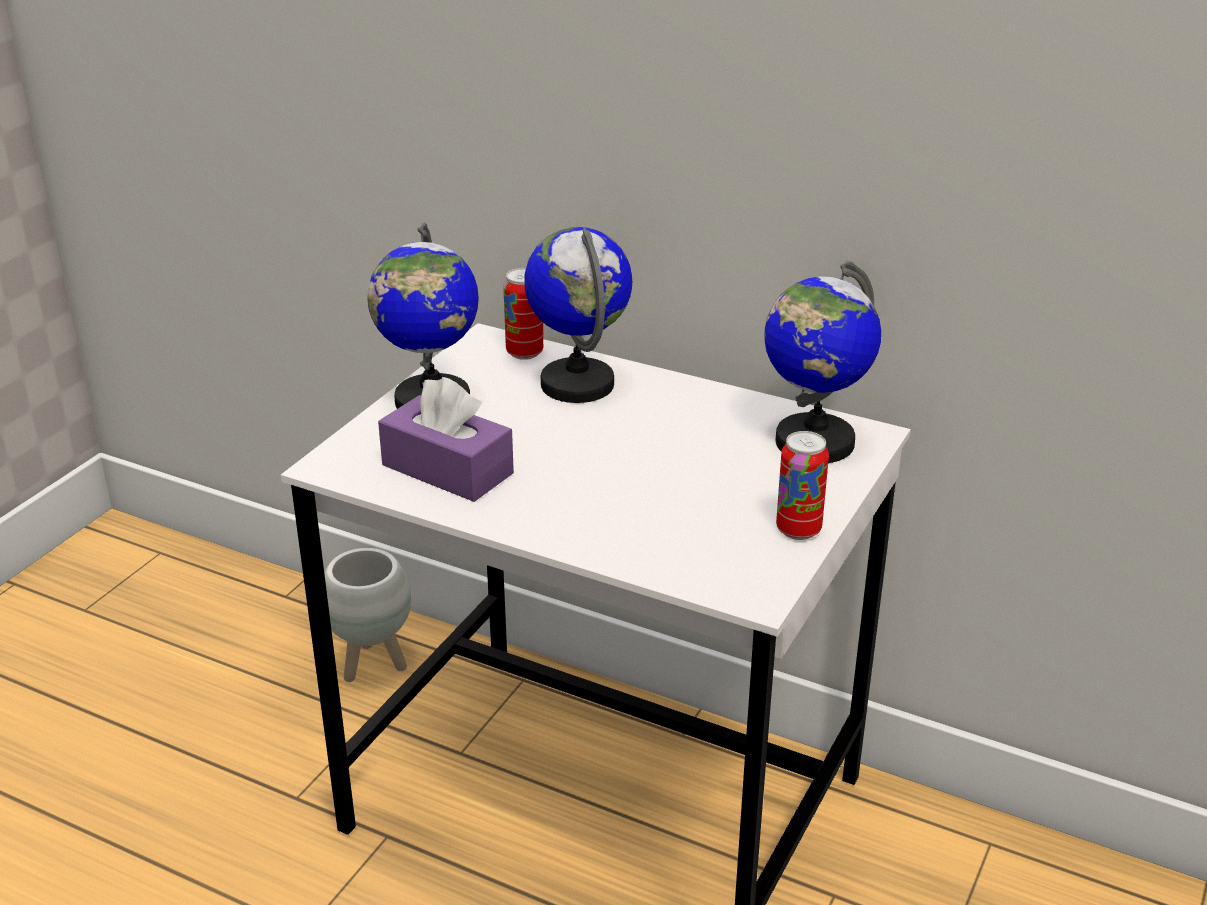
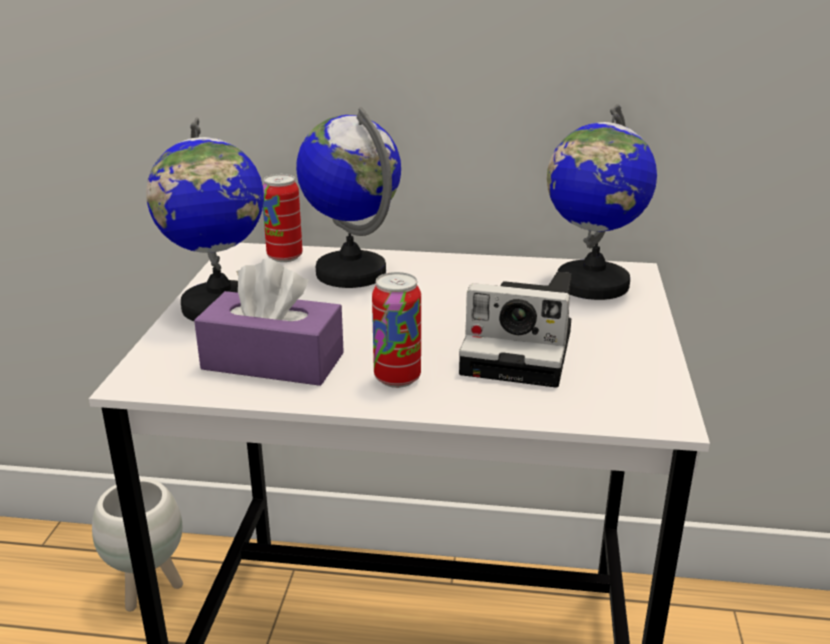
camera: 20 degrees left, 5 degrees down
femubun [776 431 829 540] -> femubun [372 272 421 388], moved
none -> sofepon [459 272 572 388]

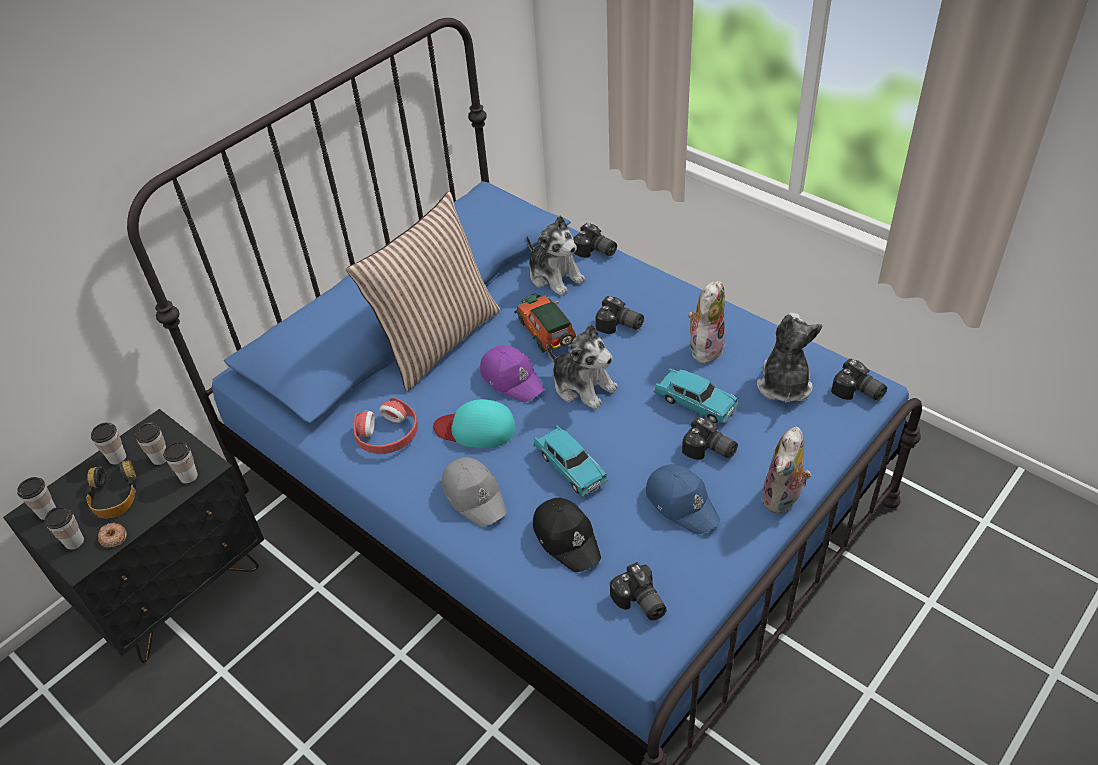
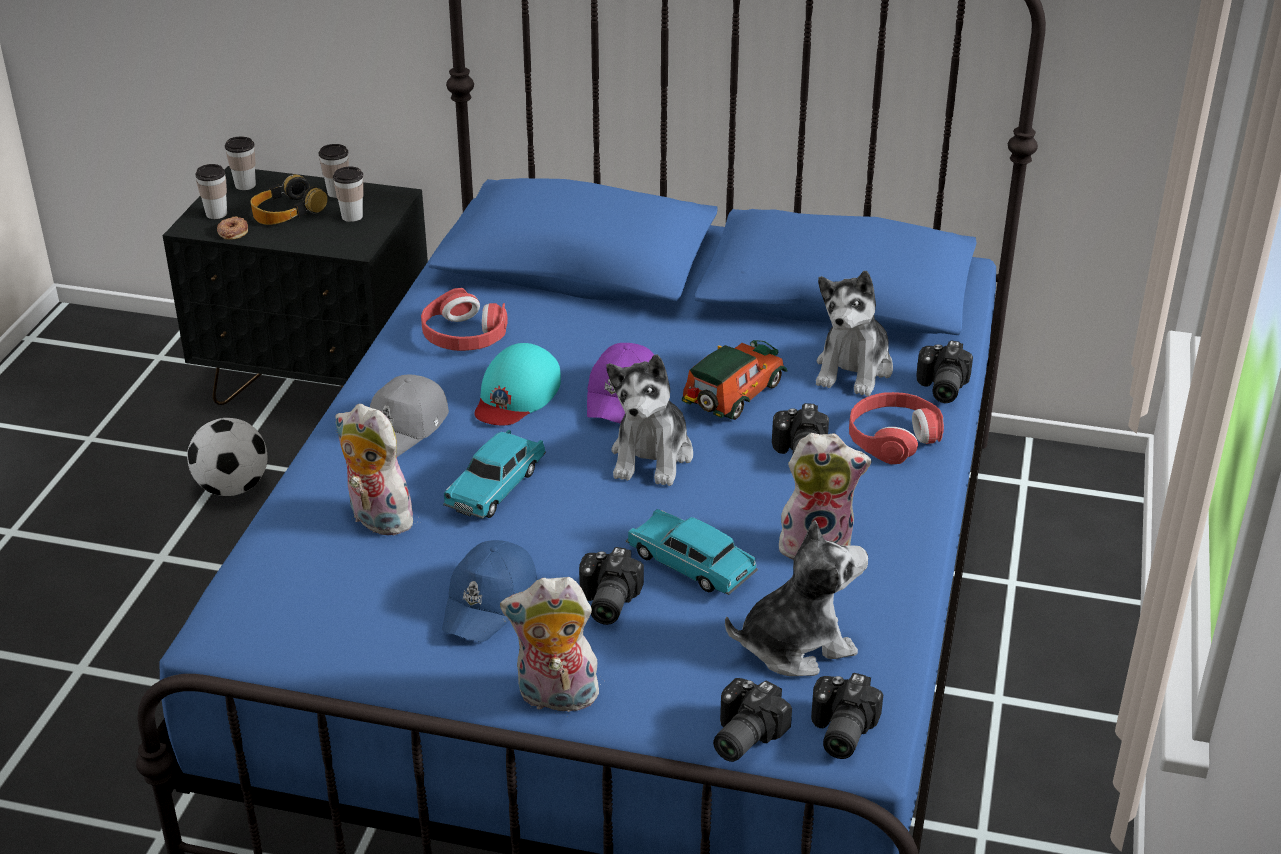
camera: 60 degrees right, 10 degrees down
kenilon [163 441 198 484] -> none
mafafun [346 191 501 391] -> none
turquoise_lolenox [433 399 515 448] -> turquoise_lolenox [474 343 561 425], 135 degrees counterclockwise
black_lolenox [533 498 601 572] -> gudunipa [335 404 413 536]
sofepon [610 562 667 621] -> sofepon [713 678 792 762], moved
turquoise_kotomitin [654 368 739 423] -> turquoise_kotomitin [626 509 758 595], 120 degrees clockwise
none -> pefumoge [187 418 268 496]
none -> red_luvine [849 392 944 464]

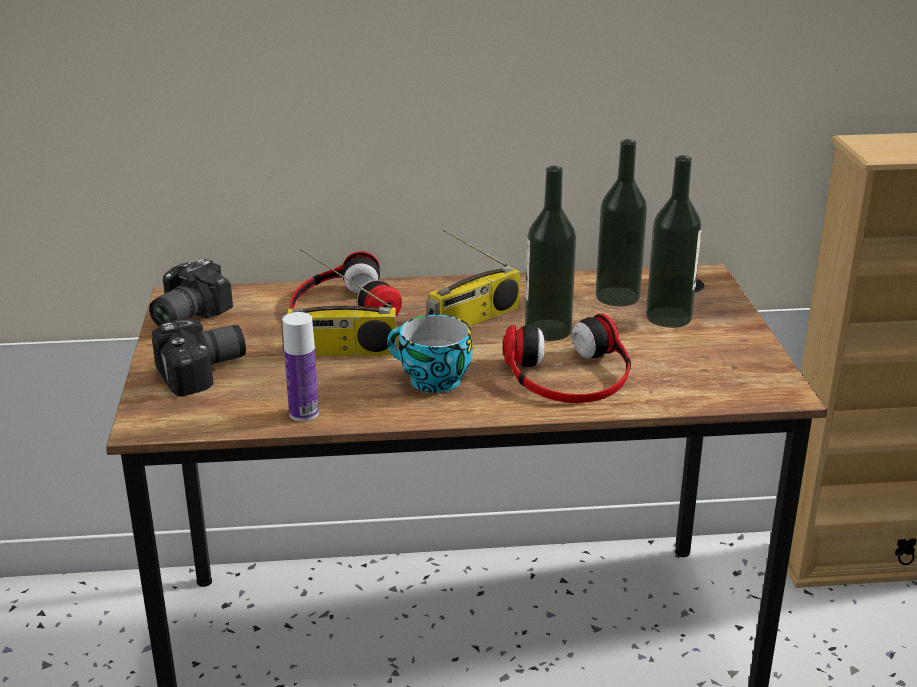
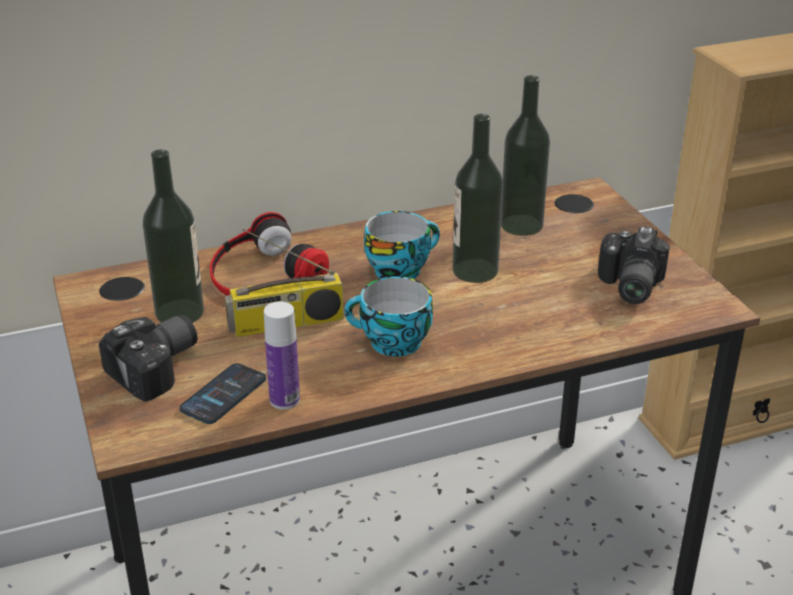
camera: 15 degrees left, 5 degrees up
sofepon [149 259 233 326] -> sofepon [598 226 670 304], moved
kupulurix [427 230 520 326] -> kenilon [364 211 440 279]
luvine [503 313 631 403] -> none
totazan [646 155 702 328] -> totazan [143 149 204 323], moved
none -> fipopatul [179 363 266 424]

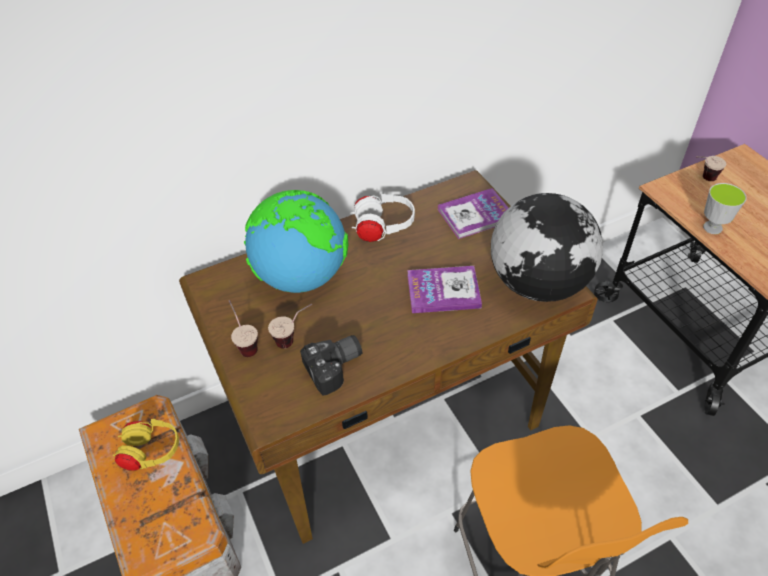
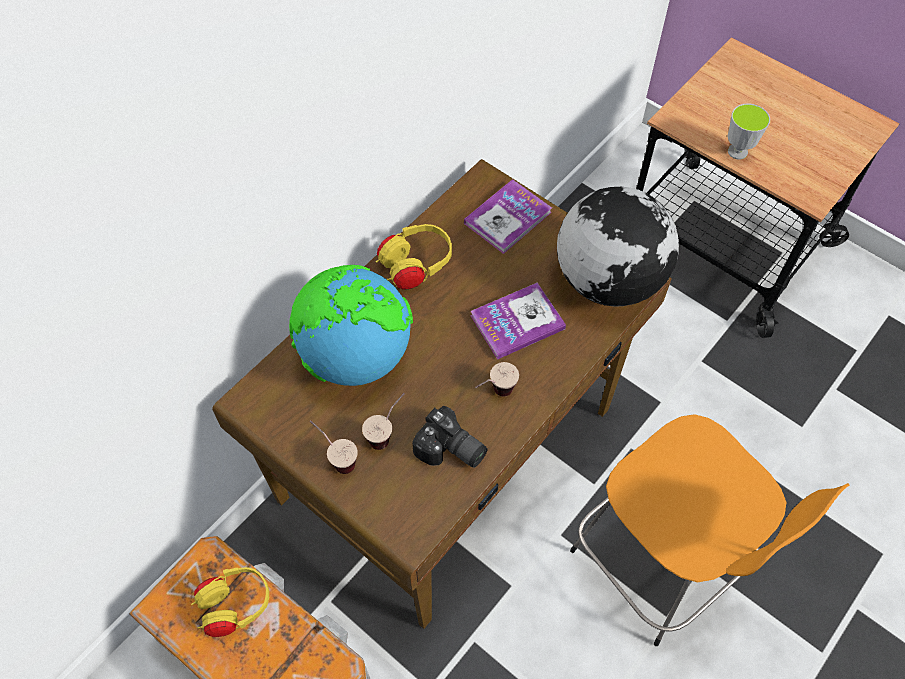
camera: 25 degrees left, 10 degrees up
sofepon [300 335 362 396] -> sofepon [412 406 488 468], 90 degrees clockwise
white_luvine [350 194 415 242] -> yellow_luvine [376 224 452 290]
kenilon [696 156 726 181] -> kenilon [475 362 519 397], moved

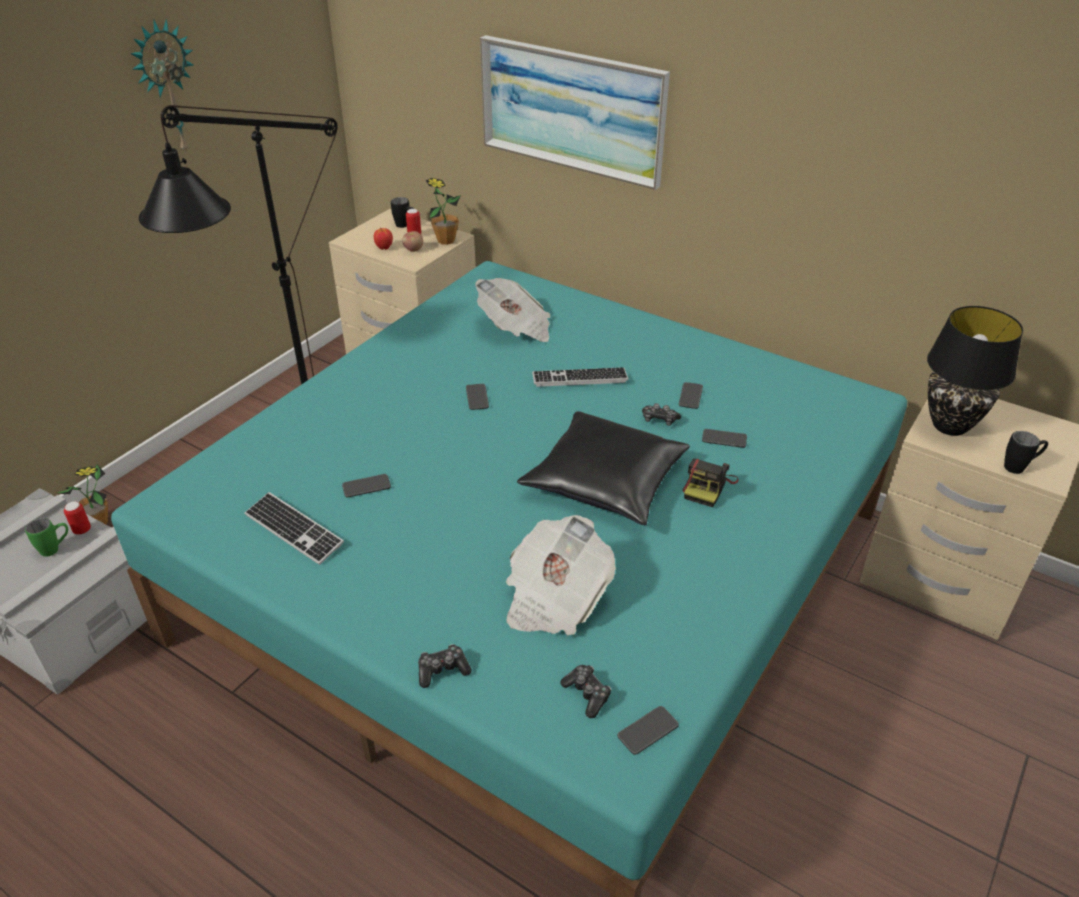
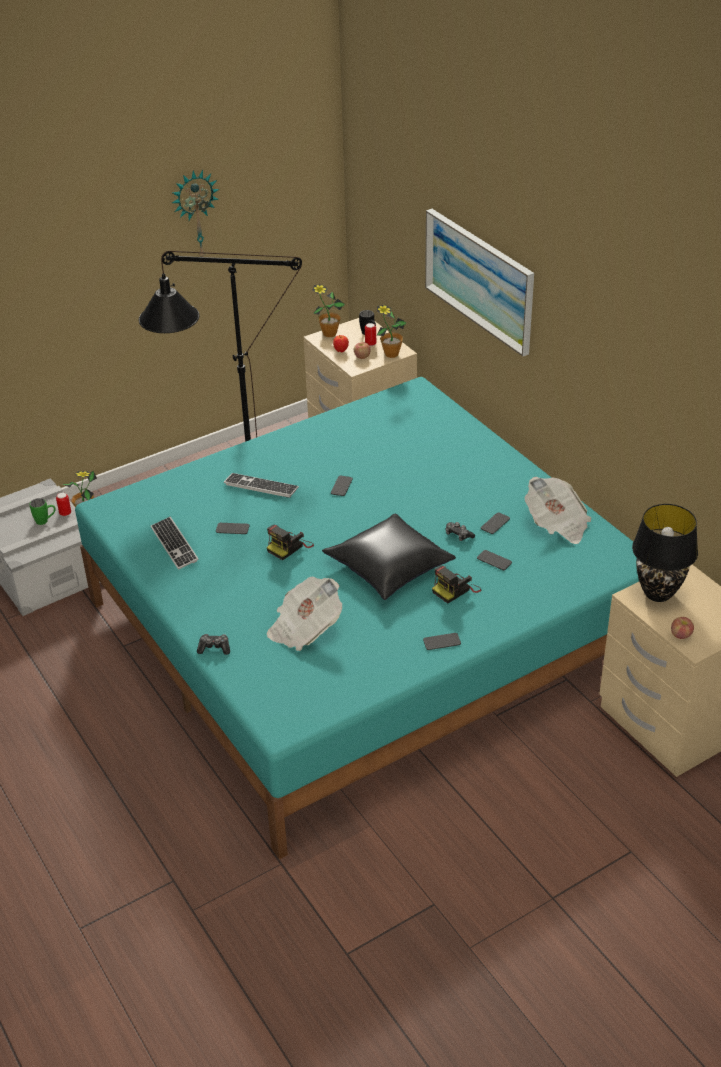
camera: 25 degrees right, 0 degrees up
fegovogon [475 278 550 342] -> fegovogon [524 477 592 544], moved
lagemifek [532 367 629 387] -> lagemifek [224 473 299 498], moved
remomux [560 665 611 718] -> none
fipopatul [617 706 679 755] -> fipopatul [423 633 461 650], moved
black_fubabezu [1004 431 1048 474] -> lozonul [671 617 694 639]
none -> sofepon [267 525 314 560]
none -> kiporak [312 284 345 337]

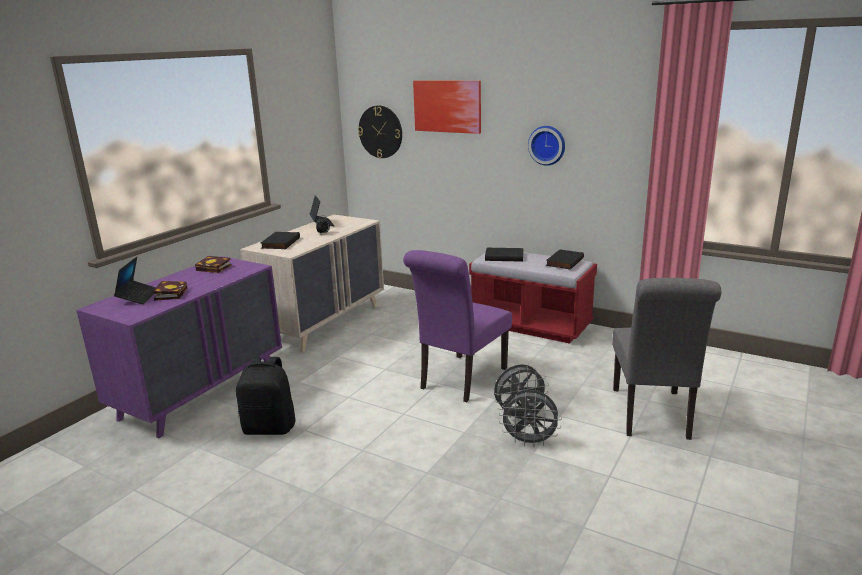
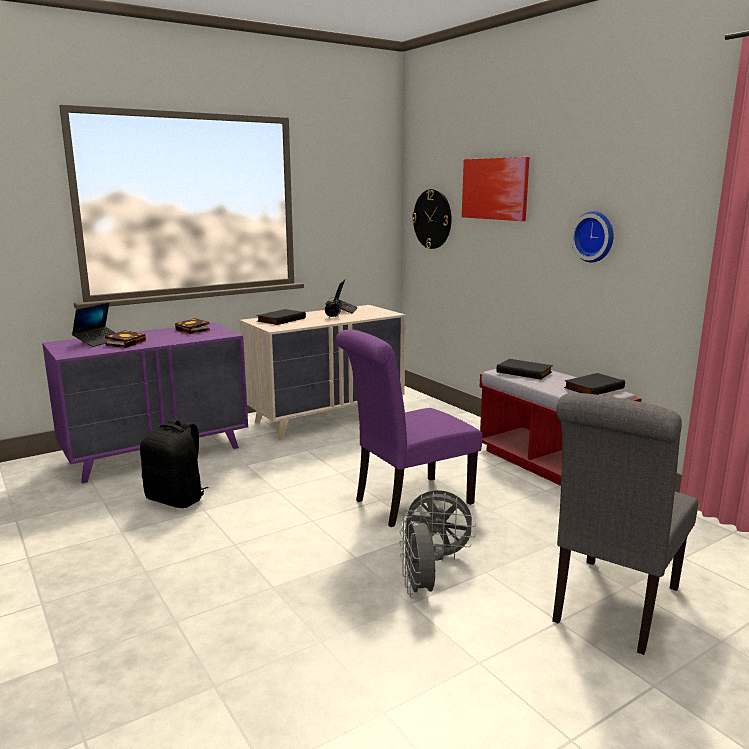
camera: 25 degrees right, 5 degrees down
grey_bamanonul [499 390 562 447] -> grey_bamanonul [399 514 444 599], 45 degrees clockwise

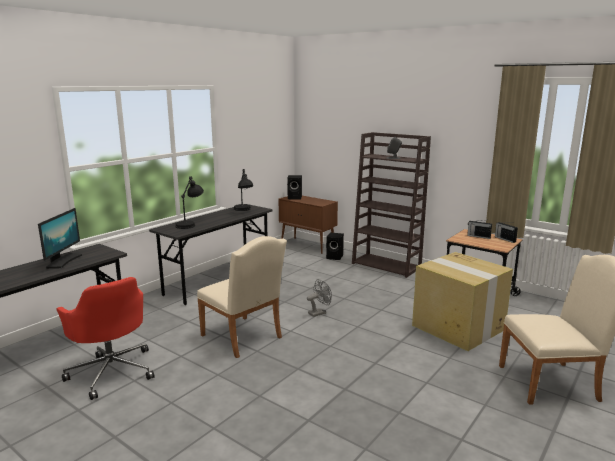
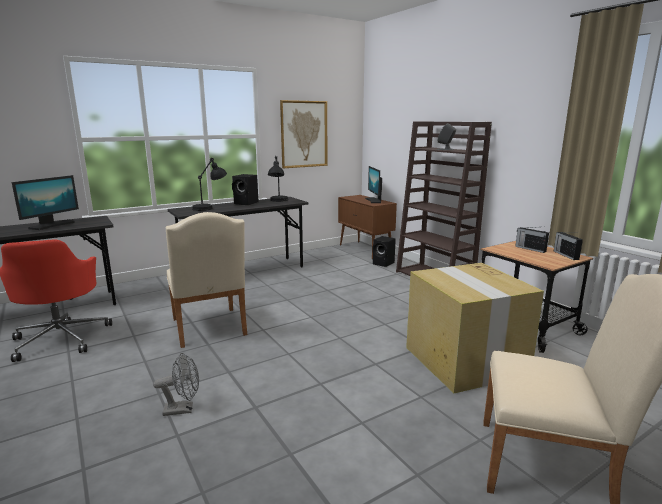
camera: 20 degrees right, 0 degrees up
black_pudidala [287 175 302 200] -> black_pudidala [232 174 258 205], moved
grey_bamanonul [307 279 332 317] -> grey_bamanonul [153 353 199 416], moved
none -> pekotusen [280 100 327 168]
none -> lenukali [365 166 382 203]

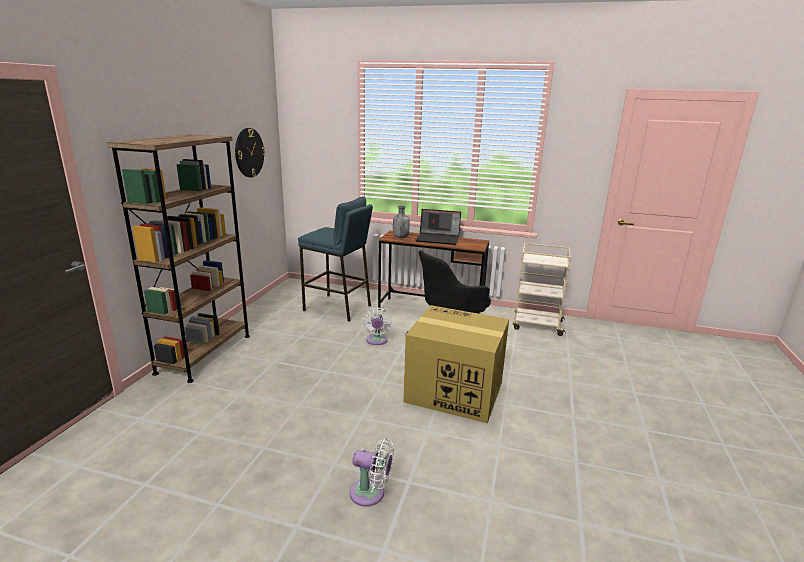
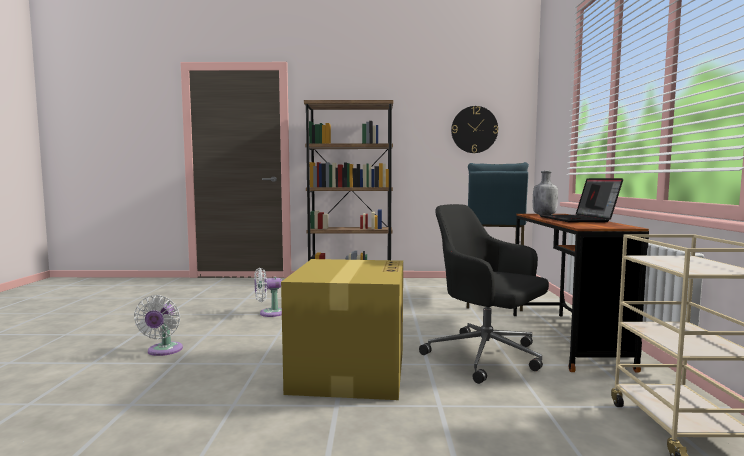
camera: 75 degrees right, 15 degrees down
white_bamanonul [362 308 392 345] -> white_bamanonul [254 268 282 317], moved

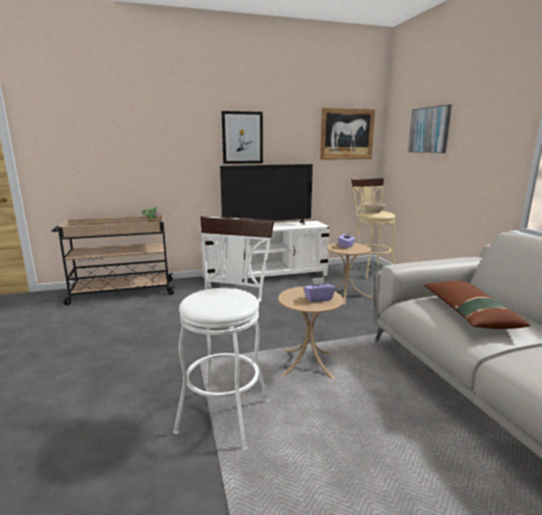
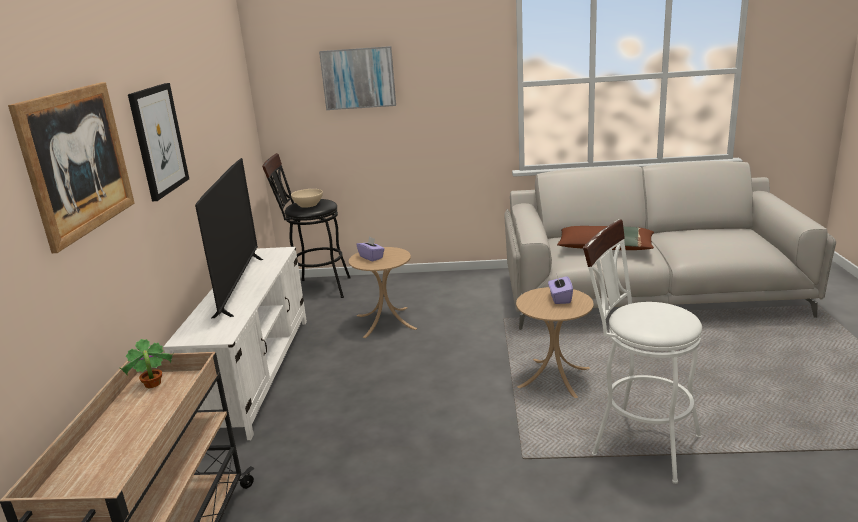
camera: 70 degrees left, 5 degrees up
pekotusen [320 108 375 160] -> pekotusen [8 82 135 253], moved
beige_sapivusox [350 178 395 279] -> black_sapivusox [262 153 351 298]

